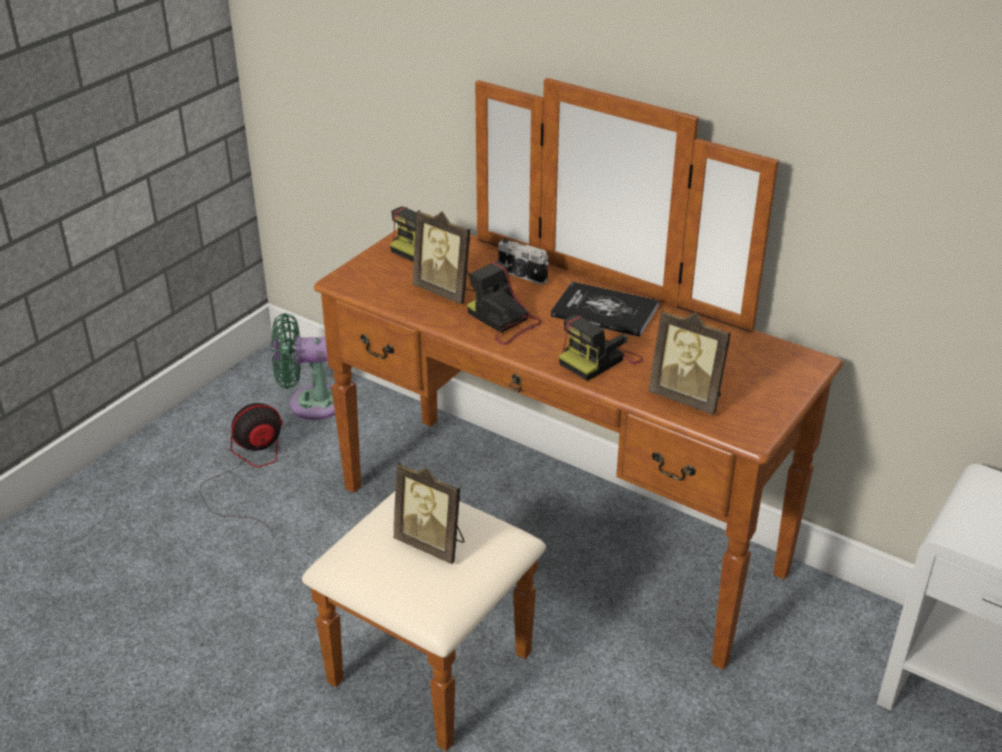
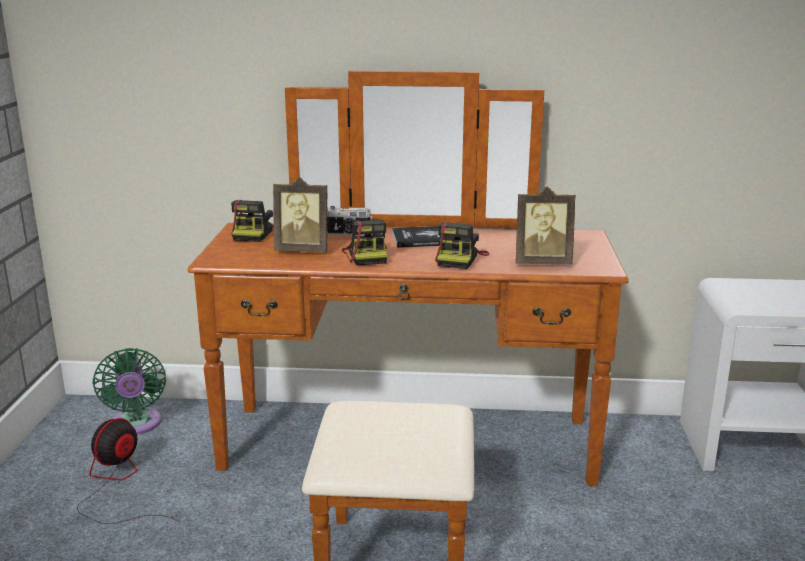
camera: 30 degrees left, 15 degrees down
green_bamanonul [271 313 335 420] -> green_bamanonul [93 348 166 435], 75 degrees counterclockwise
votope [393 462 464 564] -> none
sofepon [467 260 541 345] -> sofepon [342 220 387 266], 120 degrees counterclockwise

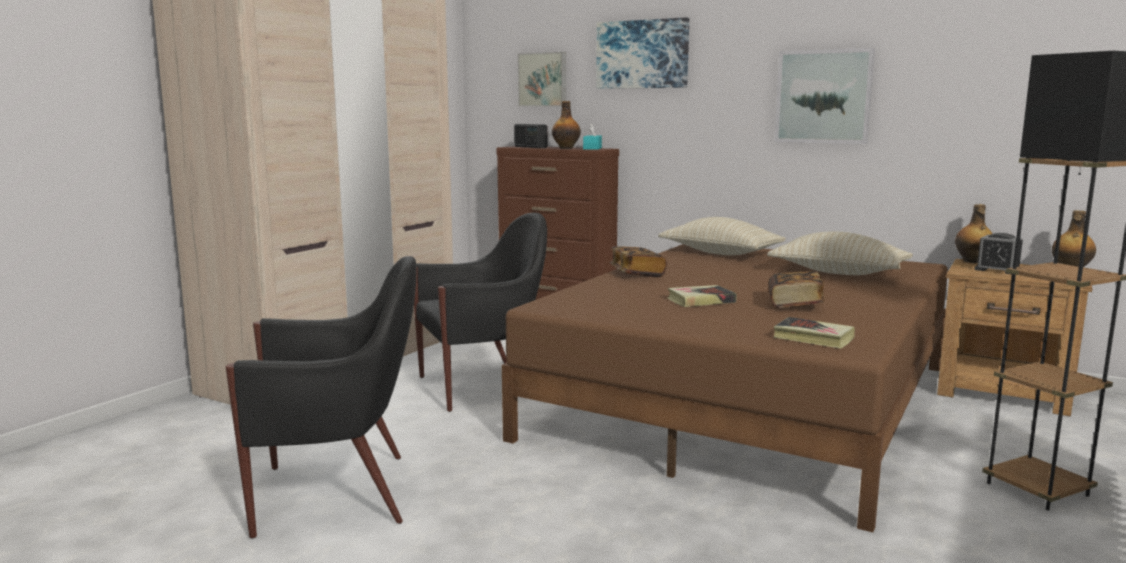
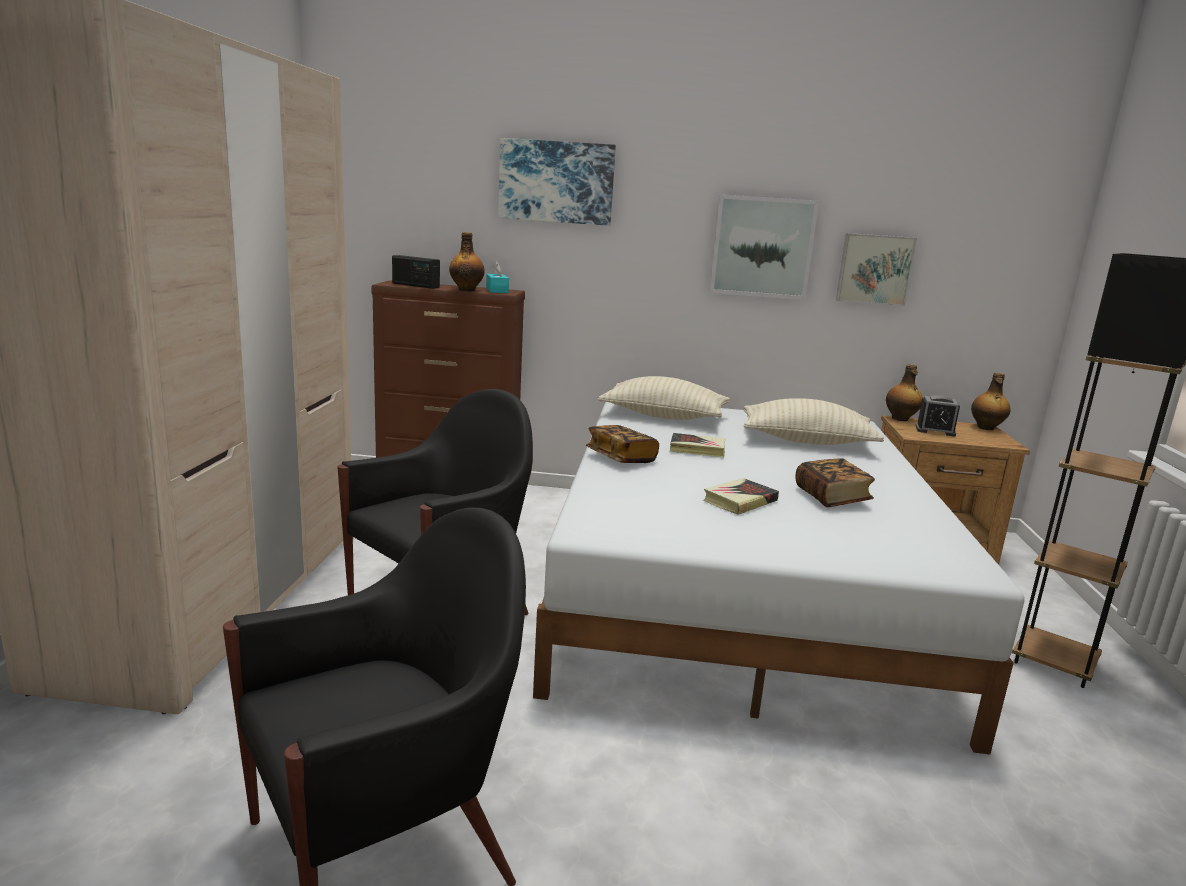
camera: 25 degrees left, 5 degrees up
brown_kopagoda [502 244 948 532] -> white_kopagoda [533 402 1025 754]
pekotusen [518 52 566 106] -> pekotusen [836 233 917 306], moved
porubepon [774 317 855 349] -> porubepon [670 433 725 458], moved

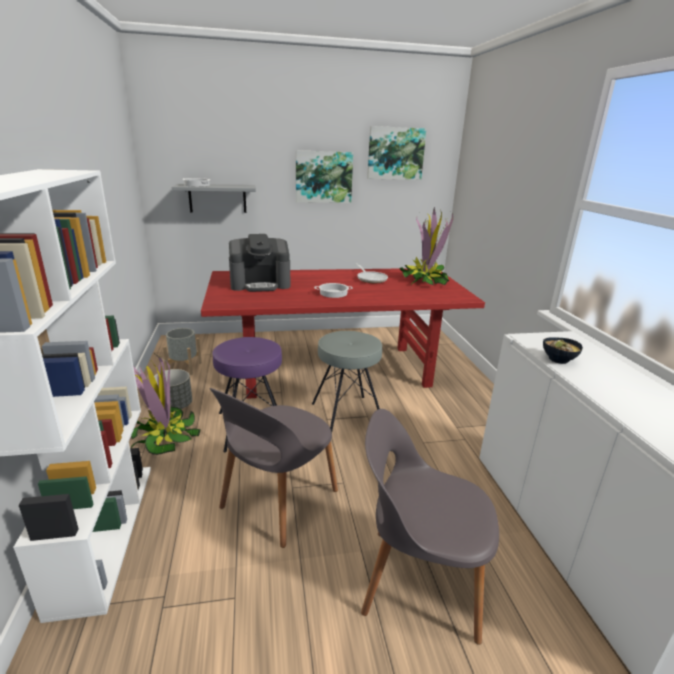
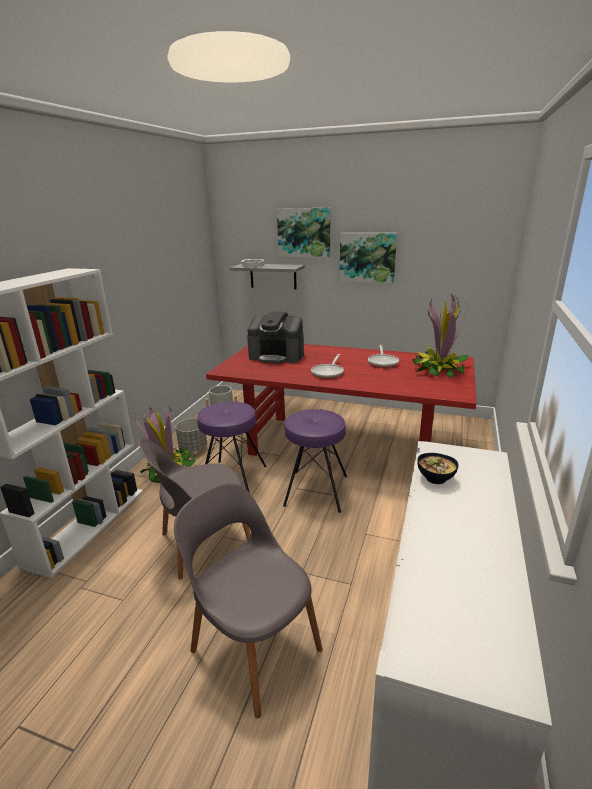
camera: 30 degrees right, 0 degrees up
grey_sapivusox [312 331 382 432] -> purple_sapivusox [283 409 347 513]
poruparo [314 283 353 298] -> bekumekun [311 354 344 379]
pekotusen [367 126 427 180] -> pekotusen [277 208 330 258], moved

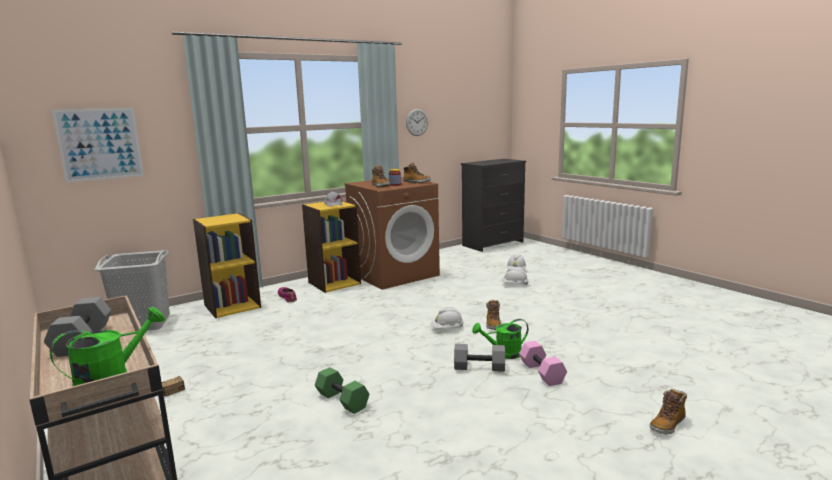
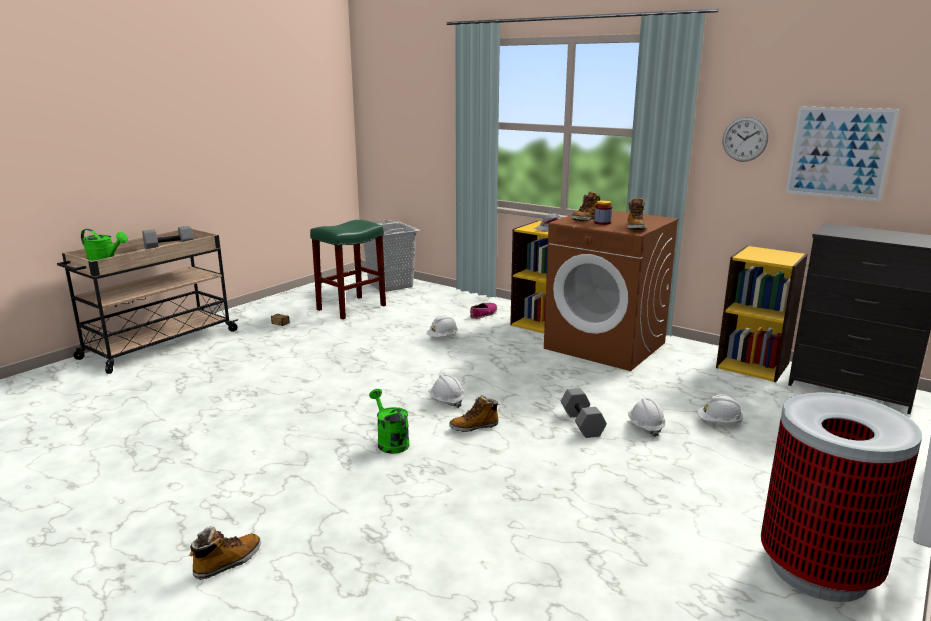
camera: 70 degrees right, 5 degrees up
pekotusen [52 108 144 183] -> pekotusen [785 106 899 202], moved
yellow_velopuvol [193 213 261 318] -> yellow_velopuvol [716 246 808 382], moved
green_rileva [315 367 369 414] -> none
grey_rileva [454 344 505 372] -> grey_rileva [561 388 607 438], moved
pink_rileva [519 341 567 386] -> none
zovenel [650 389 687 435] -> zovenel [189 526 261 580], 105 degrees clockwise
none -> green_sapivusox [310 220 386 319]
none -> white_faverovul [427 315 458 337]
none -> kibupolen [761 392 922 602]

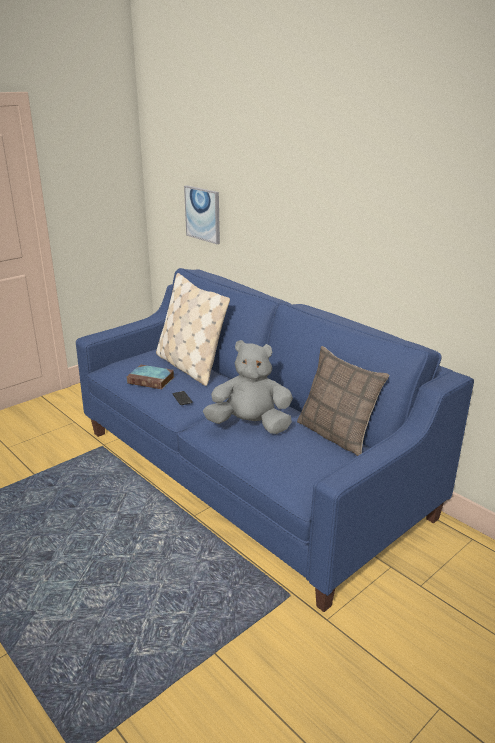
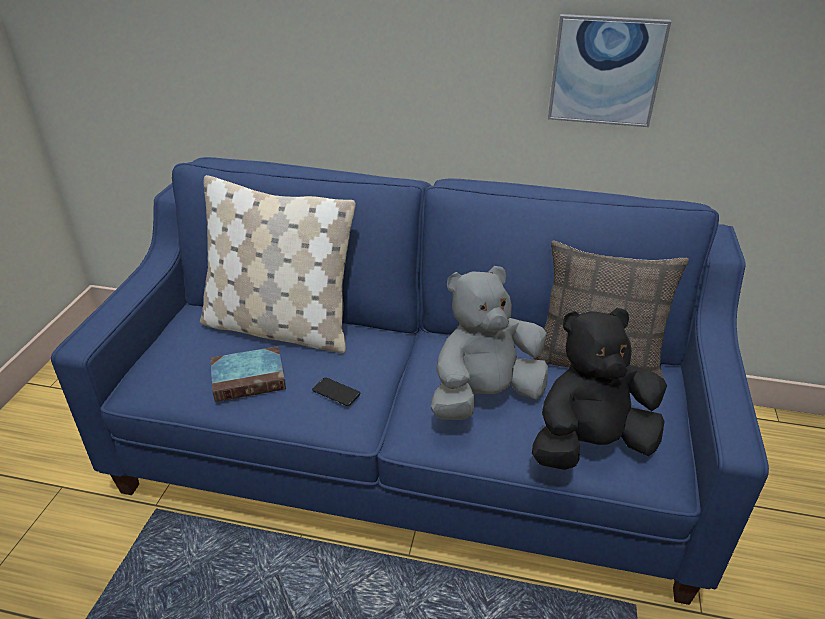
camera: 35 degrees left, 10 degrees up
pekotusen [184 186 220 244] -> pekotusen [548 14 671 127], moved
none -> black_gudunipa [532 308 667 470]

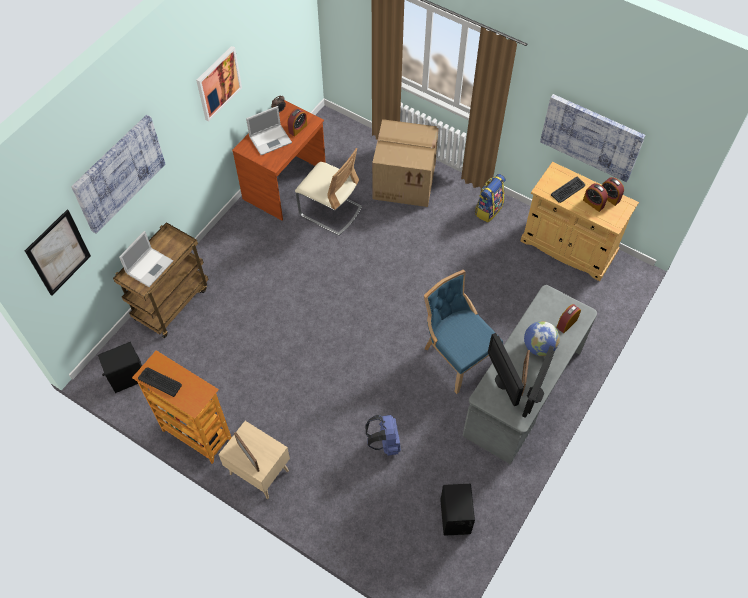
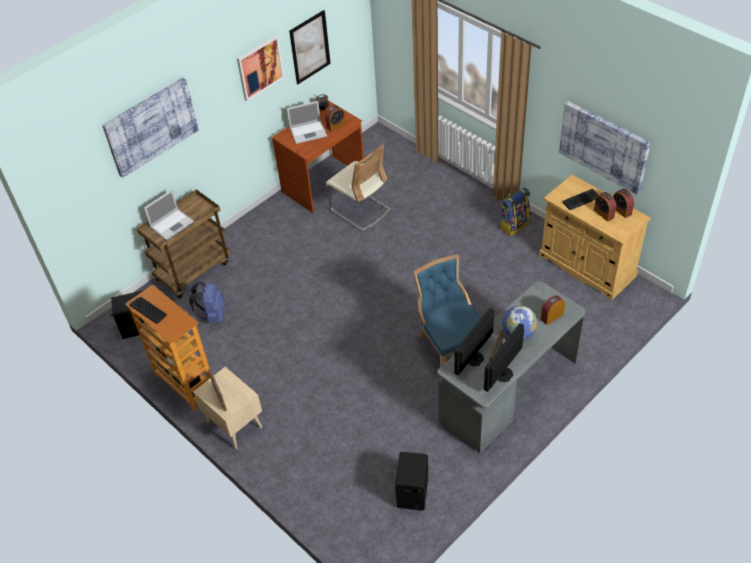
camera: 15 degrees right, 10 degrees down
pekotusen [25 209 91 296] -> pekotusen [289 10 331 84], moved
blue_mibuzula [365 415 401 456] -> blue_mibuzula [189 282 225 323], moved
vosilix [372 119 439 207] -> none
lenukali [488 333 524 406] -> lenukali [454 308 494 375], 45 degrees clockwise

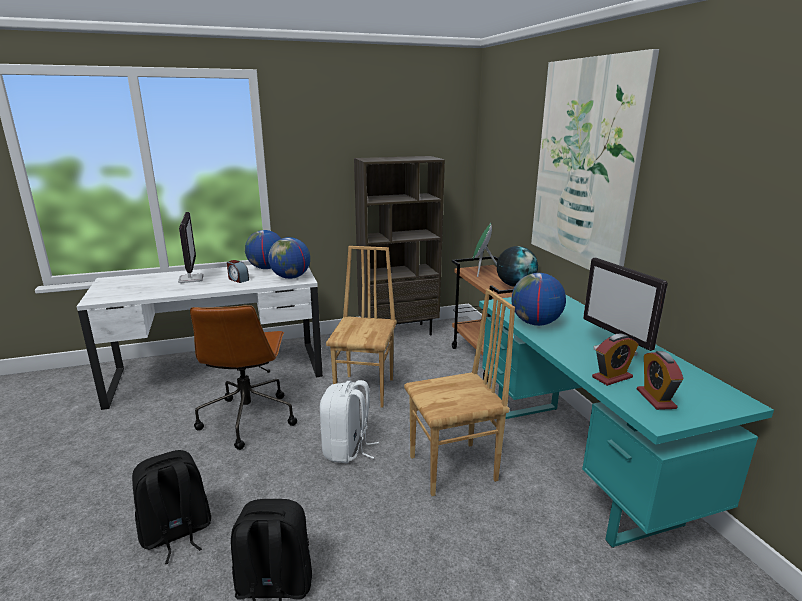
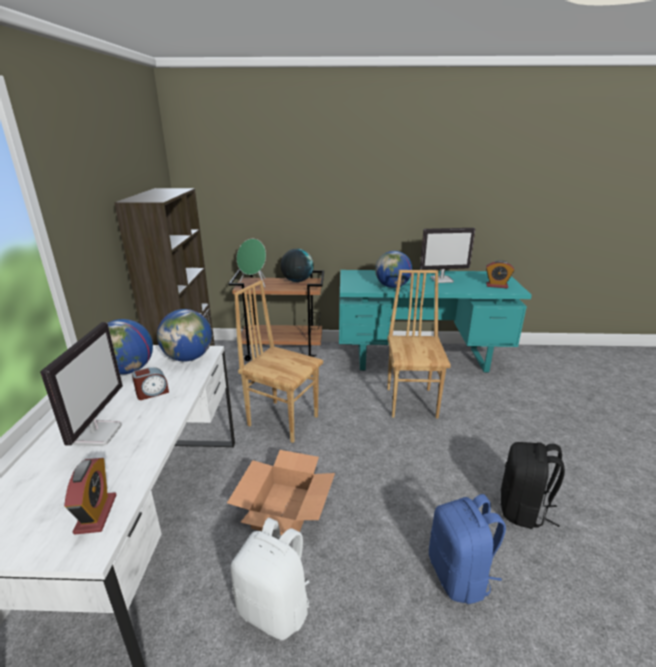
camera: 70 degrees left, 5 degrees up
black_mibuzula [132 450 211 564] -> blue_mibuzula [429 494 506 604]
lenukali [178 212 203 283] -> lenukali [40 322 123 446], 90 degrees clockwise
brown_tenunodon [190 305 297 450] -> vosilix [227 450 335 535]
white_mibuzula [320 380 379 464] -> white_mibuzula [231 518 309 640], moved
pekotusen [531 49 659 270] -> none
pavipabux [592 334 638 386] -> pavipabux [64 458 116 535], moved

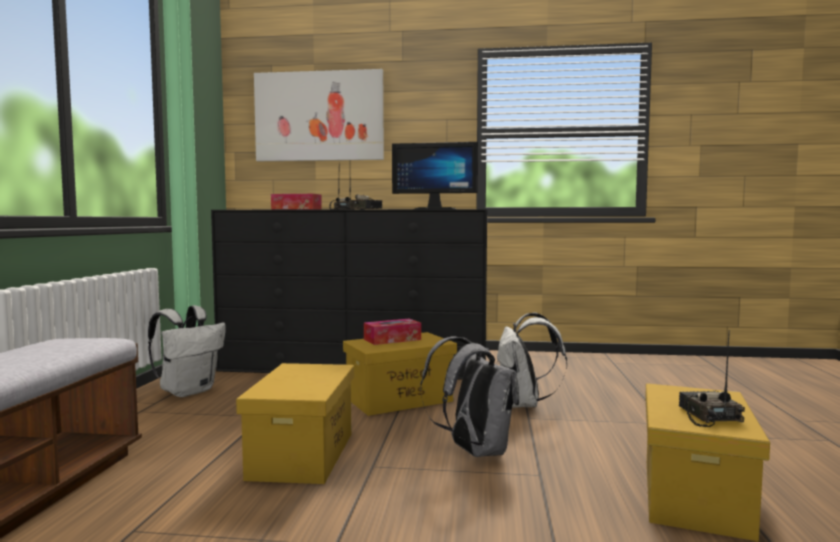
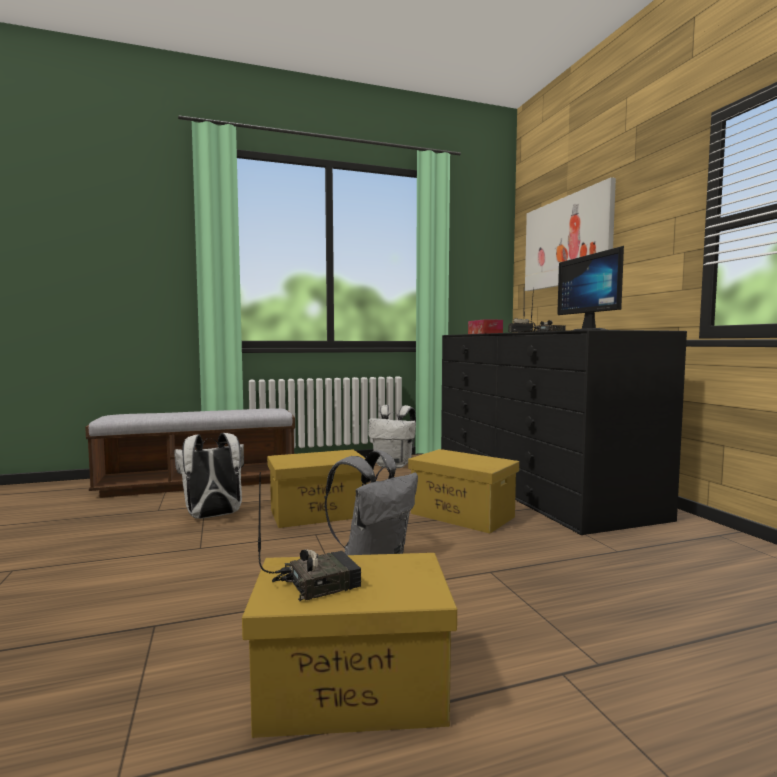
camera: 65 degrees right, 0 degrees up
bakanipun [364 318 421 345] -> none
white_mibuzula [496 312 567 408] -> white_mibuzula [174 433 244 519], moved

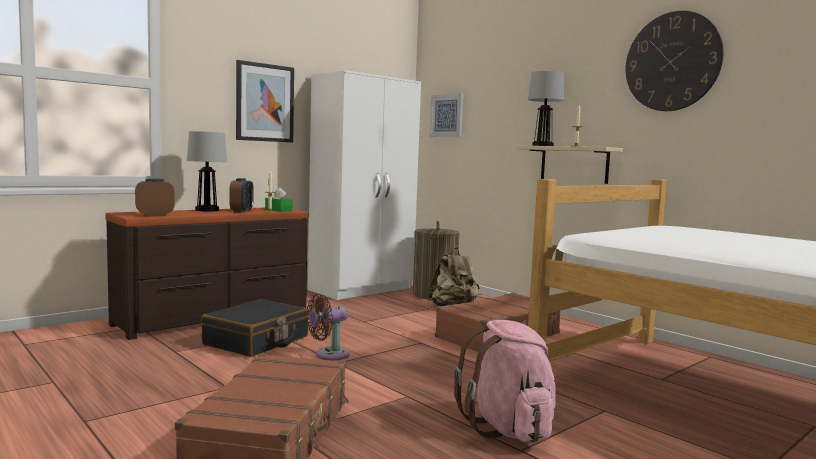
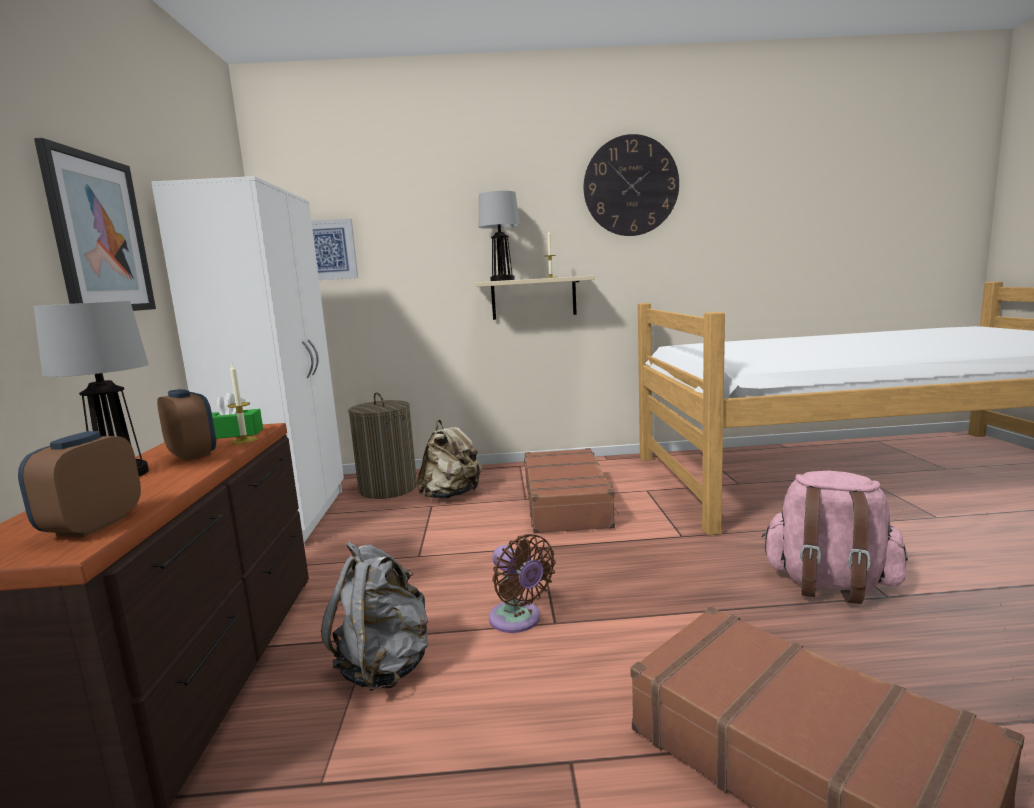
camera: 50 degrees left, 5 degrees up
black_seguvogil [201 299 308 357] -> grey_mibuzula [321 542 428 691]
brown_bamanonul [307 294 350 360] -> brown_bamanonul [489 534 556 633], 45 degrees counterclockwise

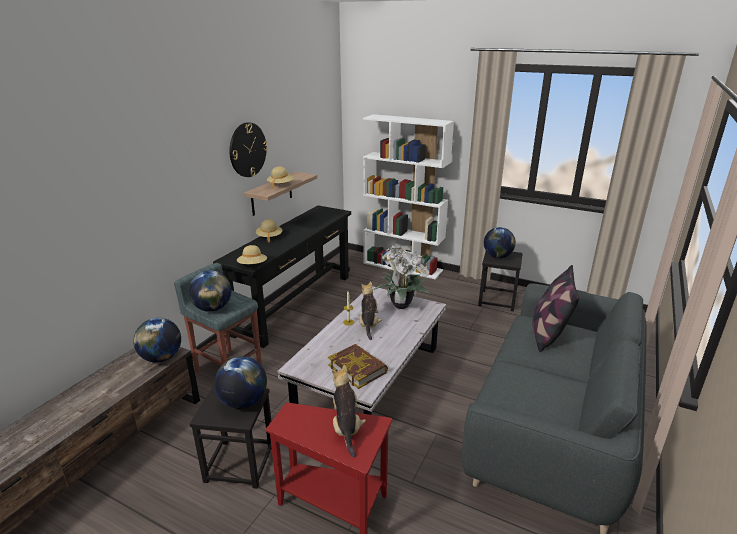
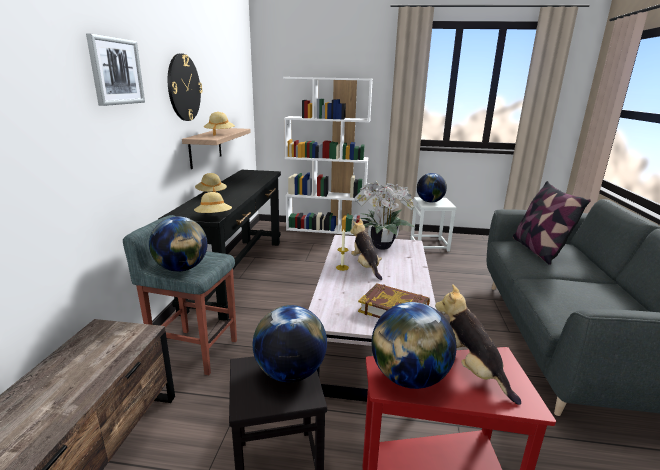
camera: 20 degrees left, 5 degrees down
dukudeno [133 318 181 363] -> dukudeno [371 302 457 389], moved
black_sapivusox [478 252 523 312] -> white_sapivusox [410 197 457 252]
none -> pekotusen [86 34 145 106]

